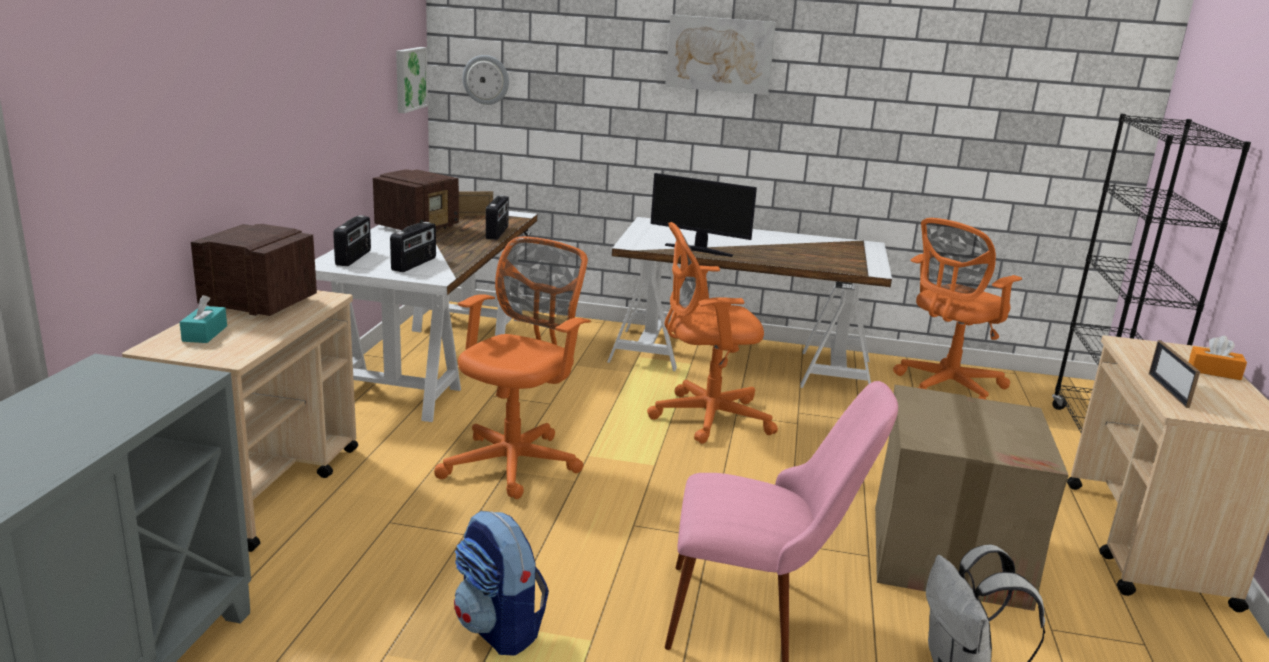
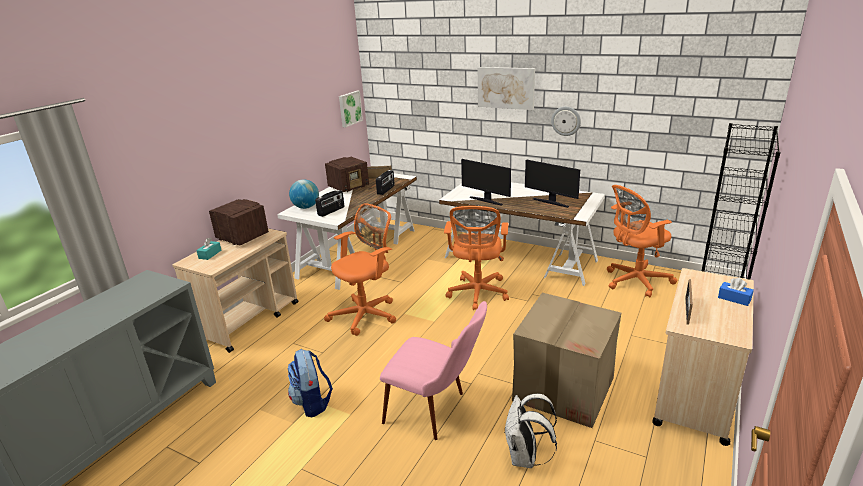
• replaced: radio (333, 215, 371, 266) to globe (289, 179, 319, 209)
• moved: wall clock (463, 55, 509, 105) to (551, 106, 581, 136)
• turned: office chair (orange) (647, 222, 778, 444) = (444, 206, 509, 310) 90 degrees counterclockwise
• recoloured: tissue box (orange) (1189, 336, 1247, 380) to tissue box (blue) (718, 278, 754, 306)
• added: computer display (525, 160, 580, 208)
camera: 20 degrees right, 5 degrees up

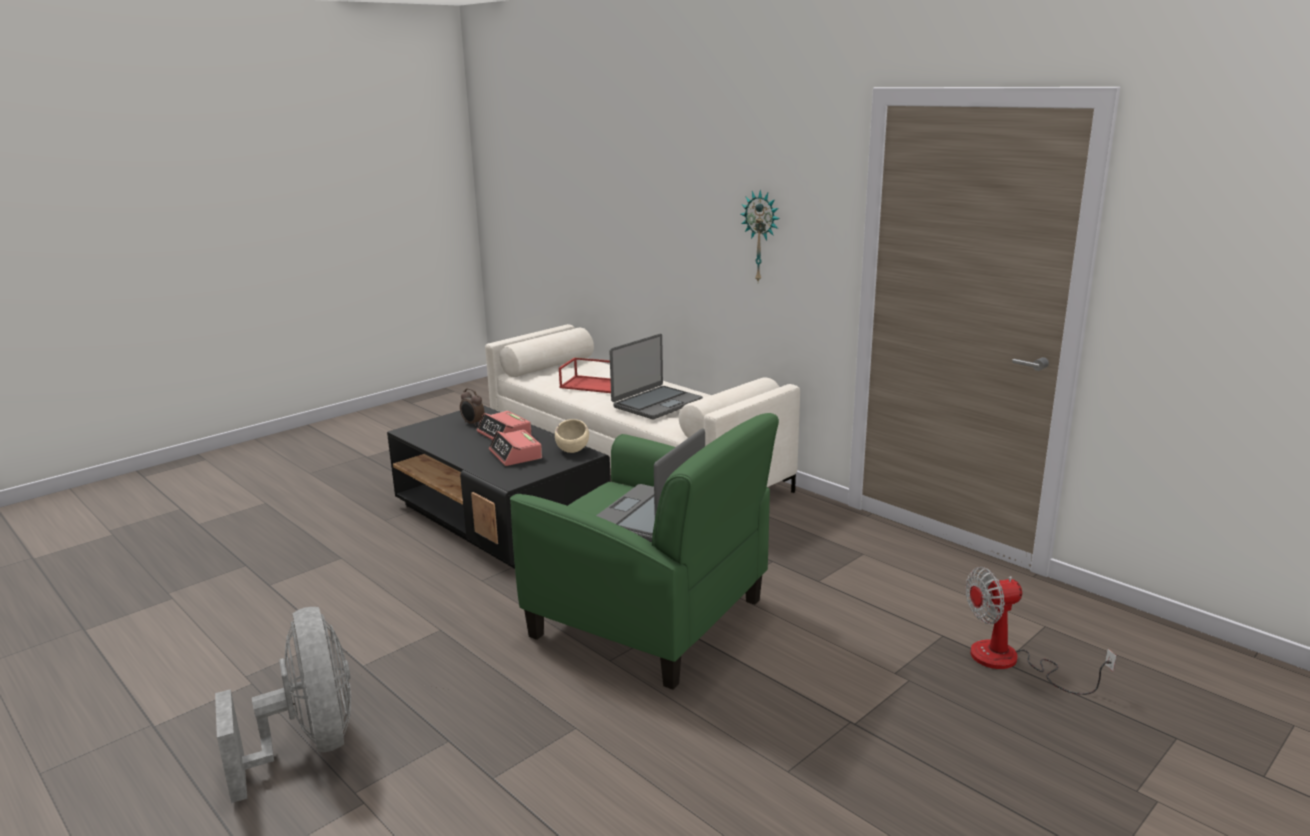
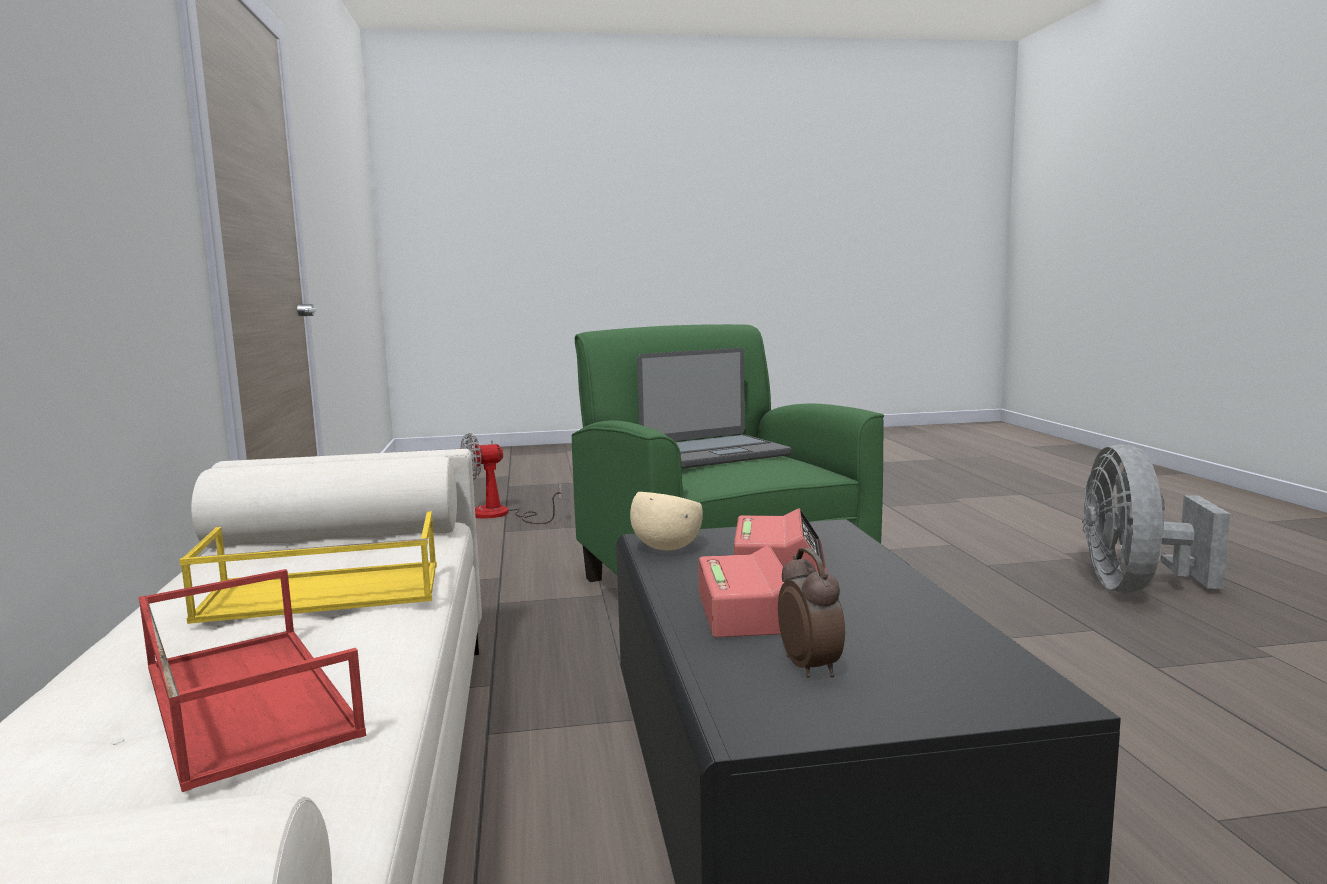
• replaced: notebook computer (609, 334, 703, 419) to carrying tray (yellow-coloured) (179, 511, 437, 624)
• removed: wall clock (741, 189, 780, 282)
• turned: cooling fan (966, 567, 1116, 695) = (461, 433, 562, 524) 135 degrees clockwise
camera: 145 degrees left, 10 degrees down

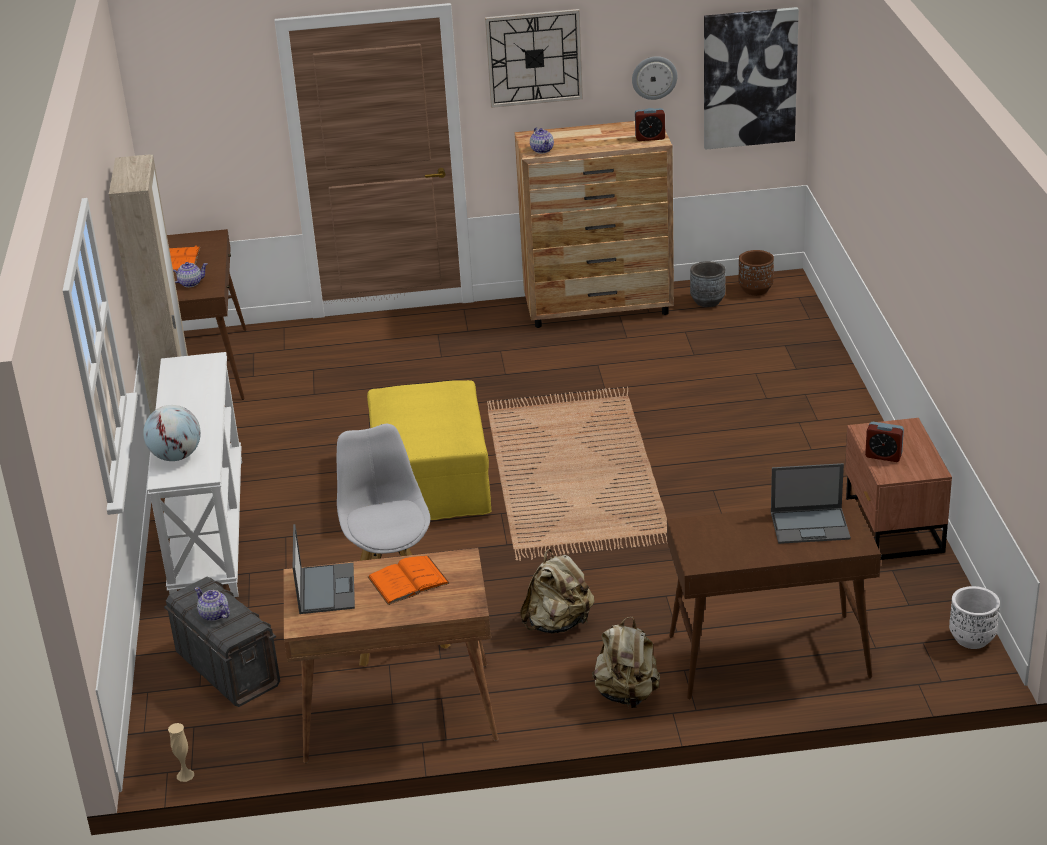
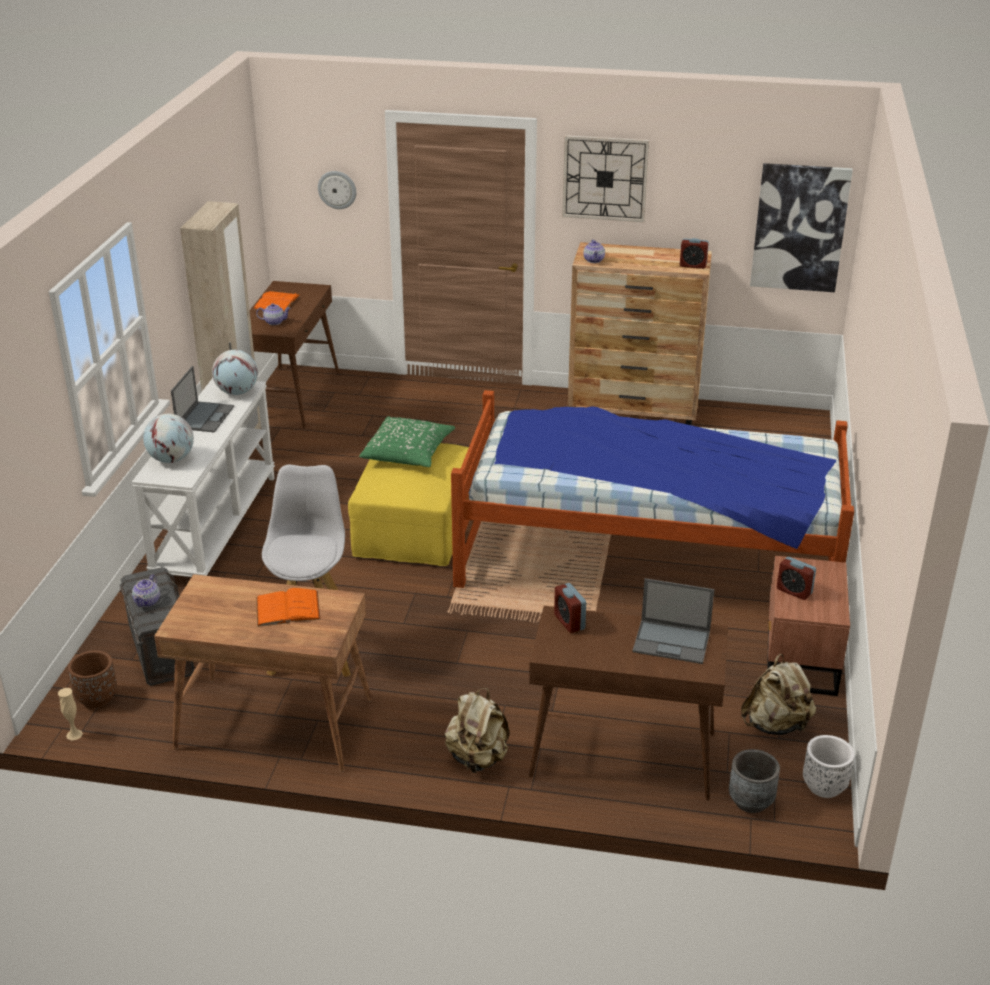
• turned: teapot (194, 587, 230, 621) = (132, 574, 160, 607) 135 degrees counterclockwise
• moved: notebook computer (293, 524, 355, 614) to (171, 366, 234, 433)
• moved: backpack (sand-coloured) (520, 549, 594, 634) to (741, 654, 816, 735)
• moved: wall clock (632, 56, 677, 100) to (318, 171, 356, 209)
• moved: flower pot (greyish) (690, 261, 725, 307) to (729, 749, 780, 813)
• moved: flower pot (brown) (738, 250, 774, 296) to (68, 650, 117, 708)
• added: globe (212, 350, 258, 395)
• added: cushion (green) (359, 416, 455, 467)
• added: sleeping bed (451, 390, 854, 588)
• added: table clock (554, 583, 586, 633)
camera: 15 degrees right, 0 degrees up

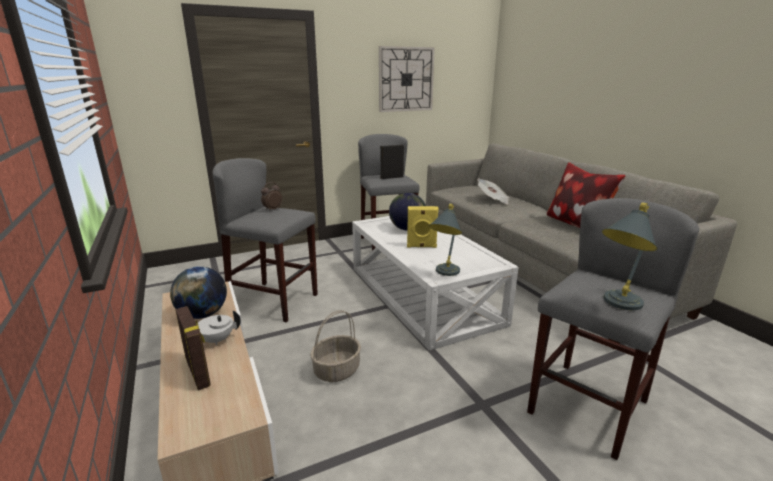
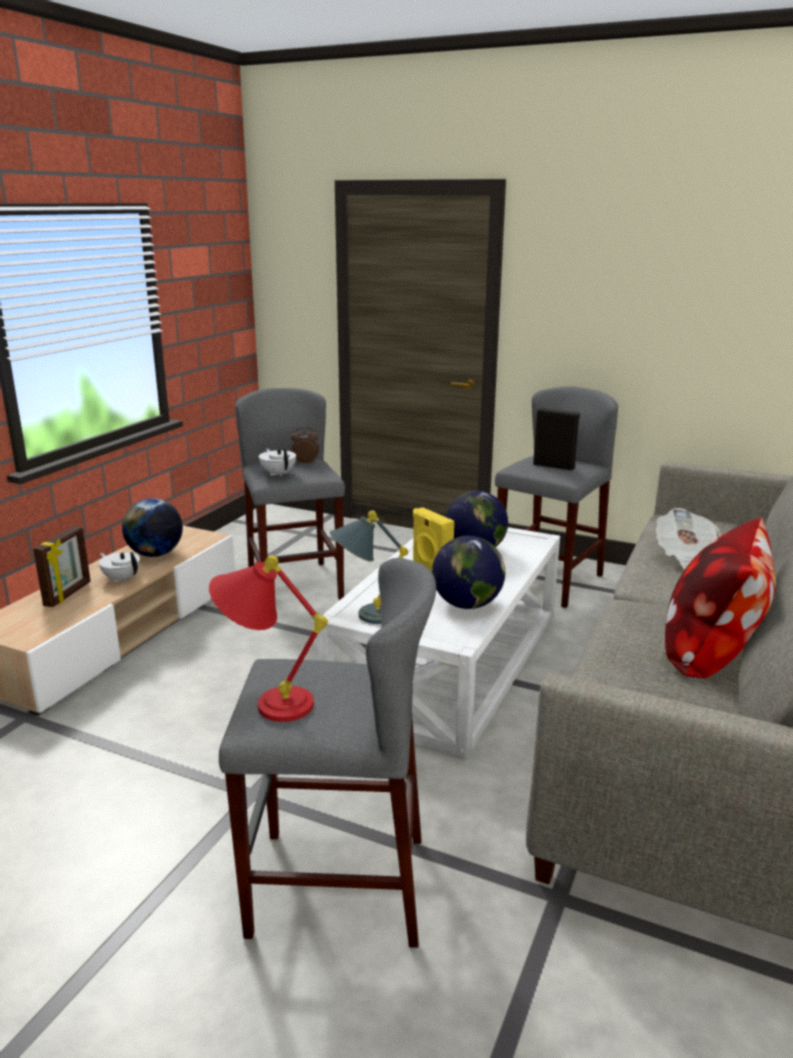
• removed: storage basket (310, 310, 361, 382)
• removed: wall clock (379, 46, 435, 112)
• recoloured: lamp for a table (greyish) (602, 202, 658, 310) to lamp for a table (reddish) (209, 555, 328, 722)
• added: teapot (white-coloured) (259, 447, 296, 477)
• added: globe (432, 536, 505, 609)
camera: 50 degrees right, 0 degrees up

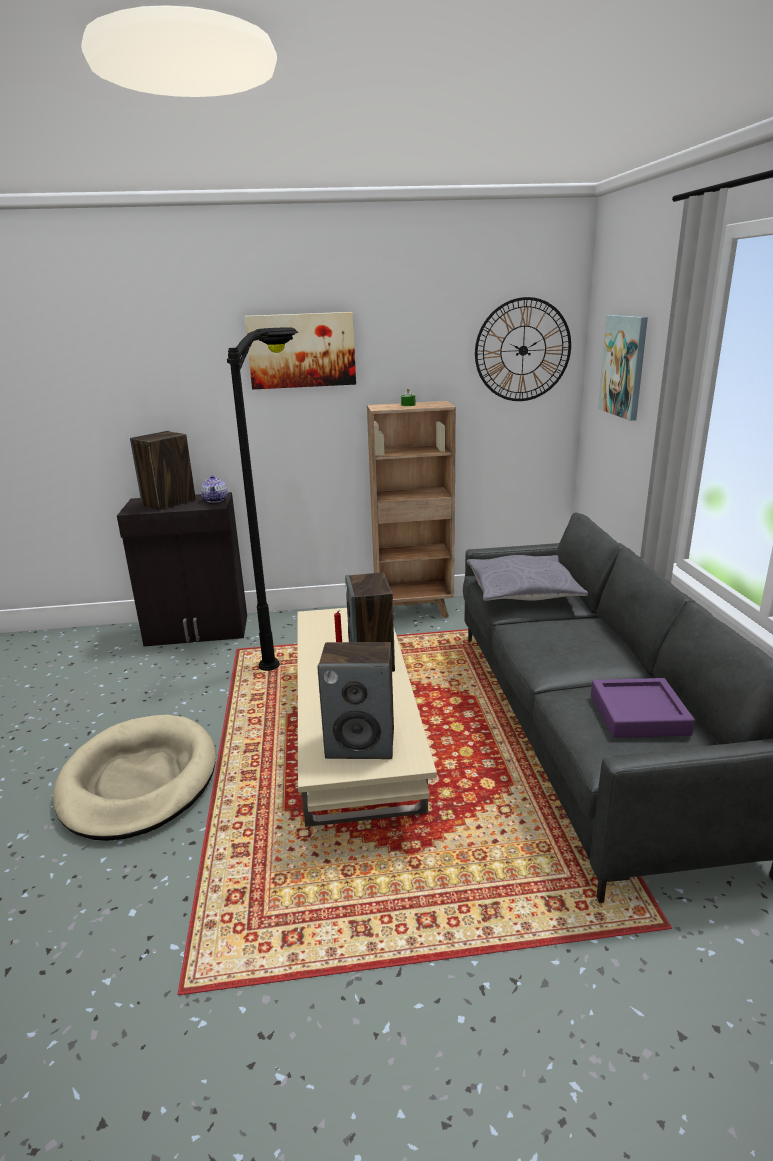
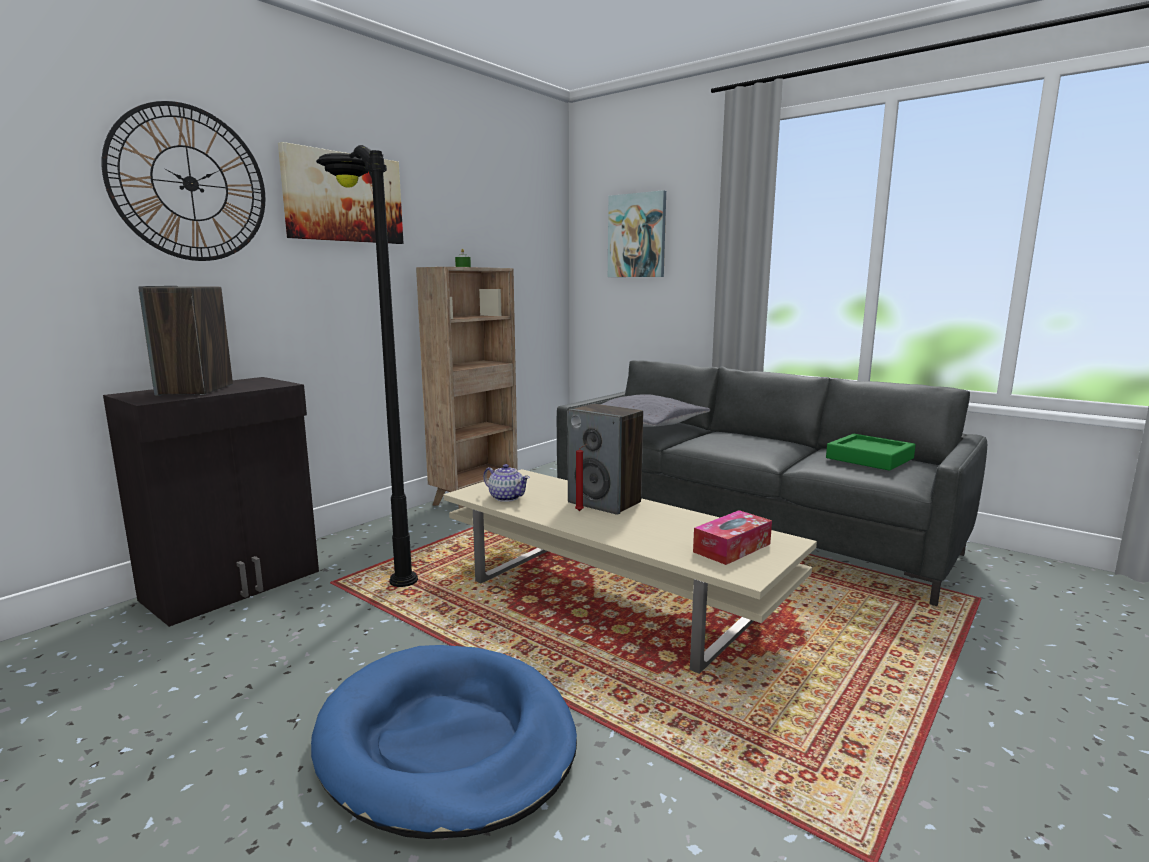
• recoloured: pet bed (sand-coloured) (53, 715, 216, 841) to pet bed (blue) (311, 645, 577, 839)
• moved: teapot (201, 475, 228, 503) to (483, 464, 530, 502)
• replaced: loudspeaker (318, 642, 394, 759) to tissue box (693, 510, 772, 565)
• moved: wall clock (475, 297, 571, 401) to (102, 101, 265, 261)
• recoloured: carrying tray (purple) (591, 678, 695, 738) to carrying tray (green) (826, 434, 916, 471)
camera: 45 degrees left, 10 degrees down

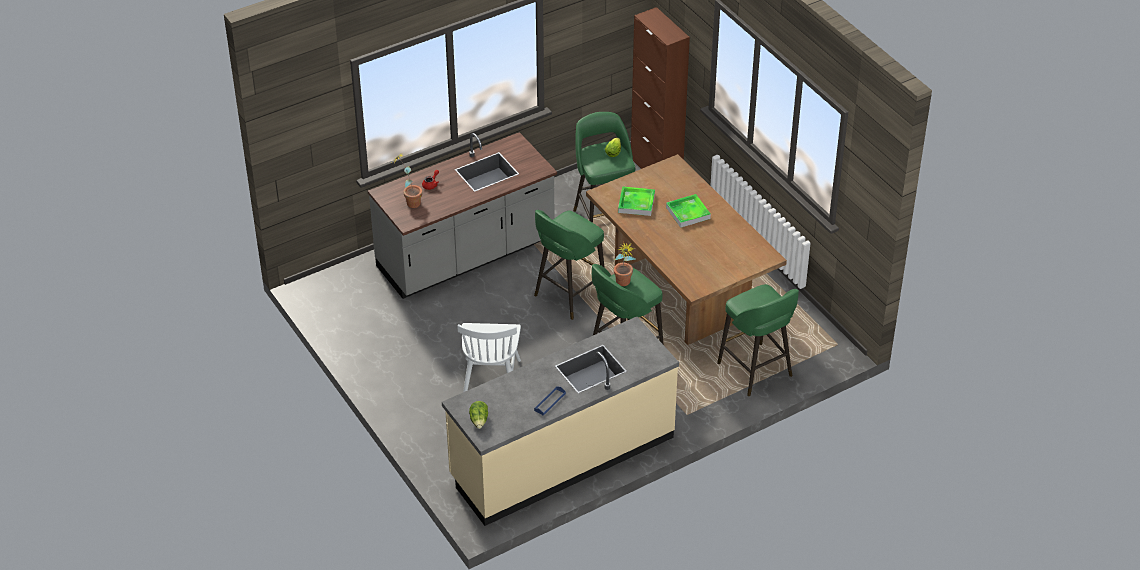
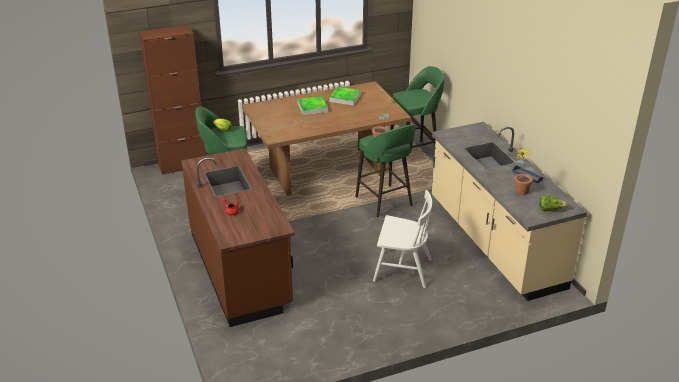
• recoloured: kitchen base unit (greyish) (368, 132, 557, 299) to kitchen base unit (brown) (181, 148, 295, 327)
• moved: potted plant (392, 154, 422, 208) to (515, 147, 535, 195)
• removed: stool (green) (534, 210, 605, 320)
• moved: carrying tray (618, 186, 655, 216) to (330, 87, 361, 106)
camera: 80 degrees left, 10 degrees down

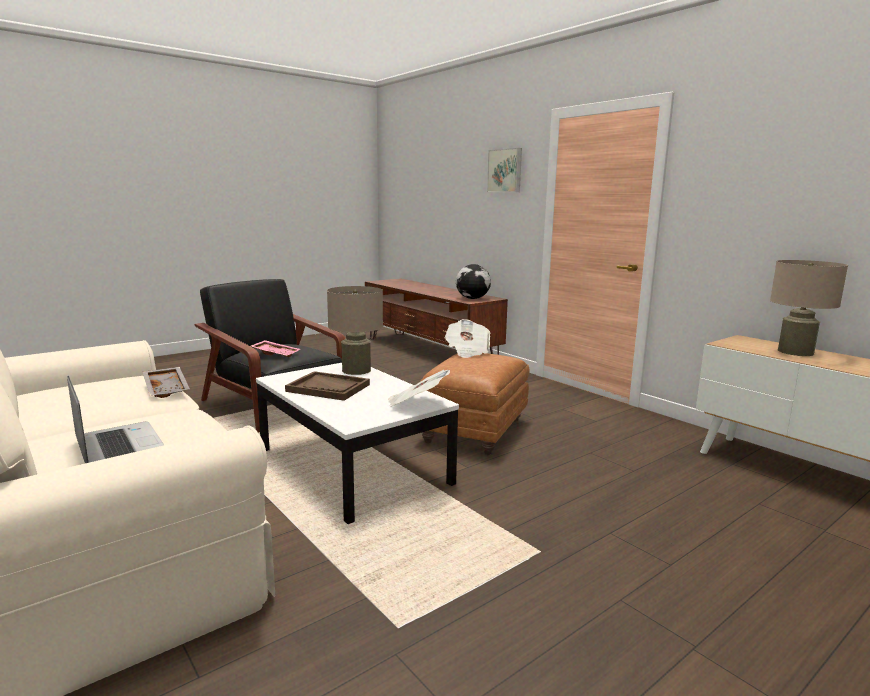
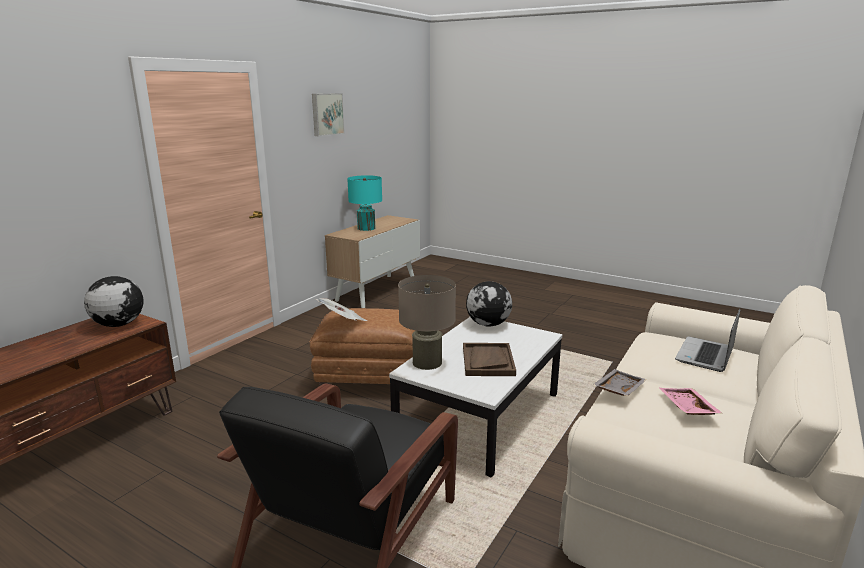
• moved: carrying tray (pink) (251, 340, 300, 357) to (659, 388, 722, 415)
• replaced: newspaper (388, 370, 450, 407) to globe (466, 281, 512, 327)
• moved: wall art (487, 148, 522, 192) to (312, 93, 345, 136)
• recoloured: lamp for a table (sand-coloured) (770, 260, 848, 356) to lamp for a table (blue-green) (347, 175, 382, 231)
camera: 110 degrees left, 5 degrees up

